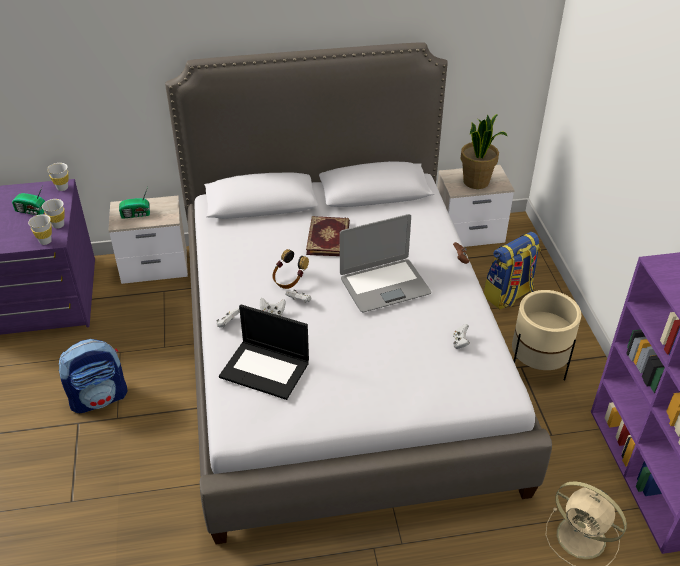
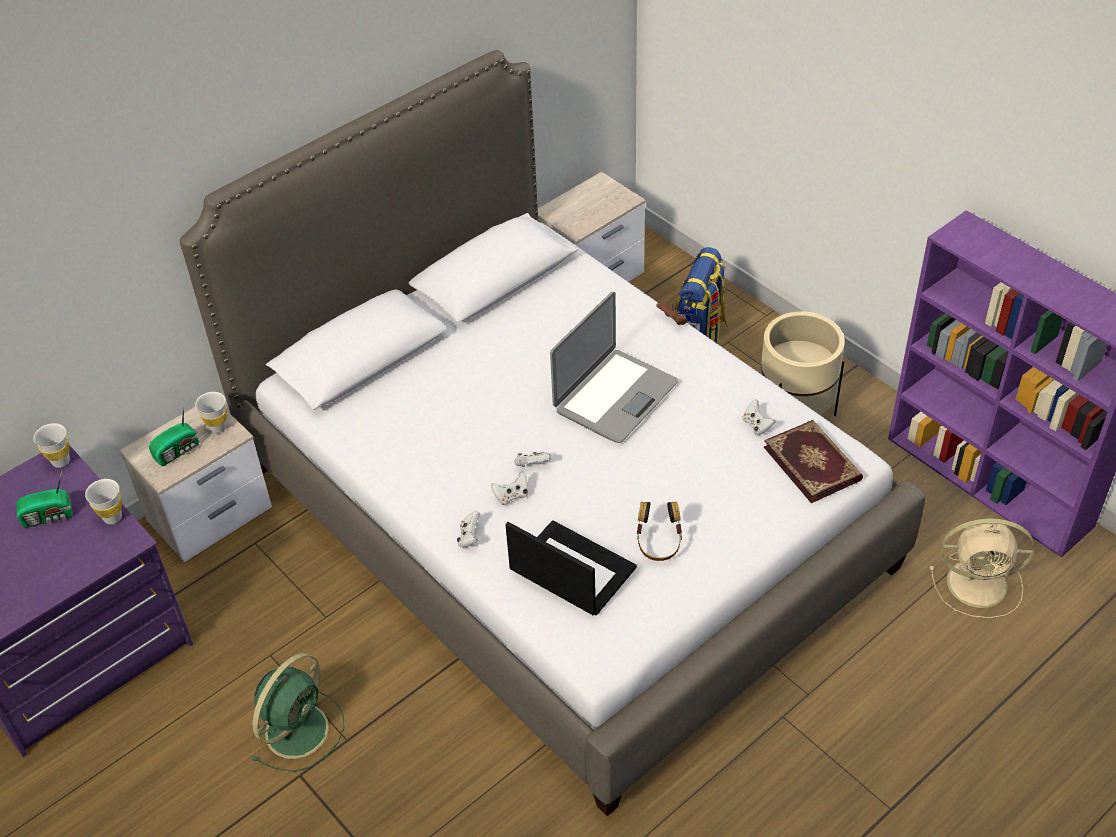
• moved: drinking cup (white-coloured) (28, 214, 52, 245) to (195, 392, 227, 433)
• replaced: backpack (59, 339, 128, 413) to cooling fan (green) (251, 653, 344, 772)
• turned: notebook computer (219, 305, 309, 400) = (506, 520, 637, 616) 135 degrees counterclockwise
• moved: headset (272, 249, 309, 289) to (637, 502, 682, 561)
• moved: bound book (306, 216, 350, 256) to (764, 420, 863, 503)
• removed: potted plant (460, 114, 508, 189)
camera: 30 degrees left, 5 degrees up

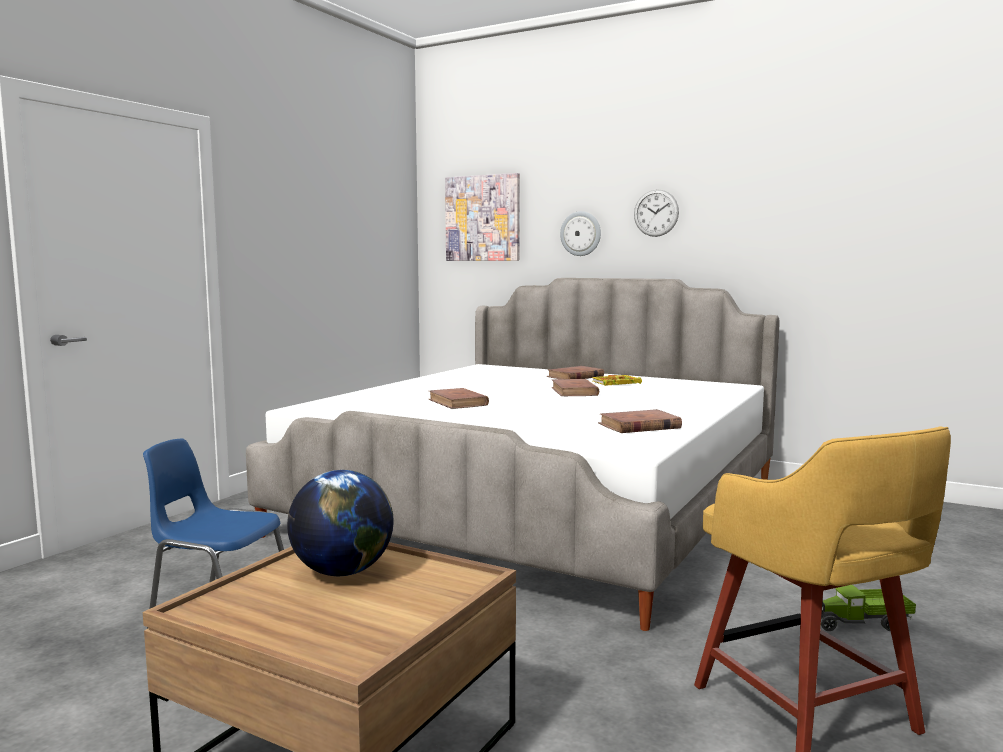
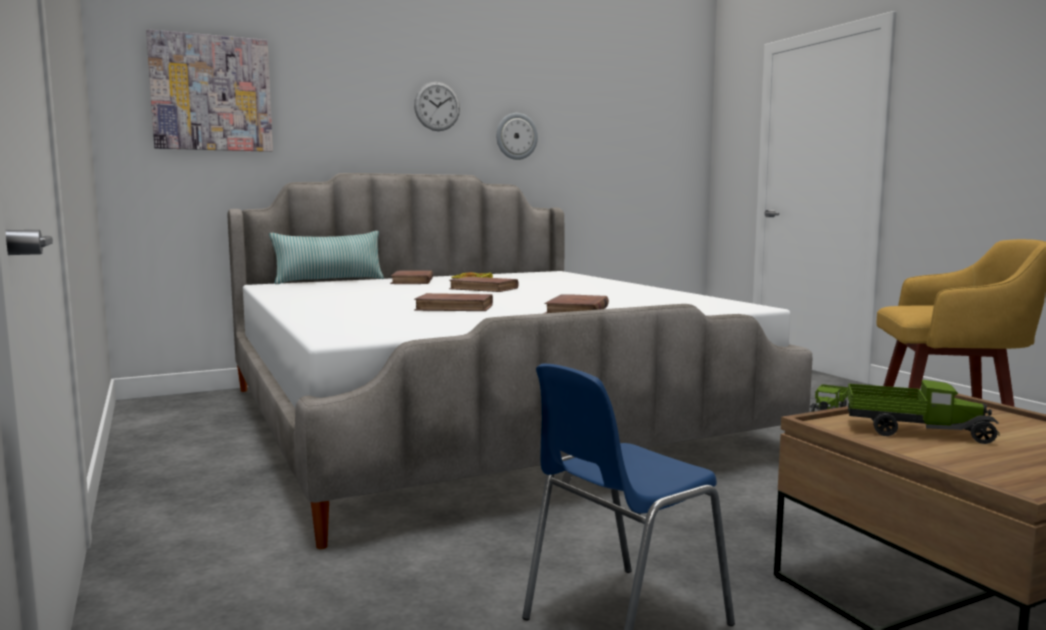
• replaced: globe (287, 470, 394, 576) to toy lorry (847, 380, 1000, 444)
• moved: wall clock (560, 211, 601, 256) to (496, 113, 538, 160)
• moved: bound book (brown) (598, 409, 682, 433) to (545, 294, 609, 313)
• added: cushion (270, 231, 384, 284)
camera: 55 degrees left, 0 degrees up

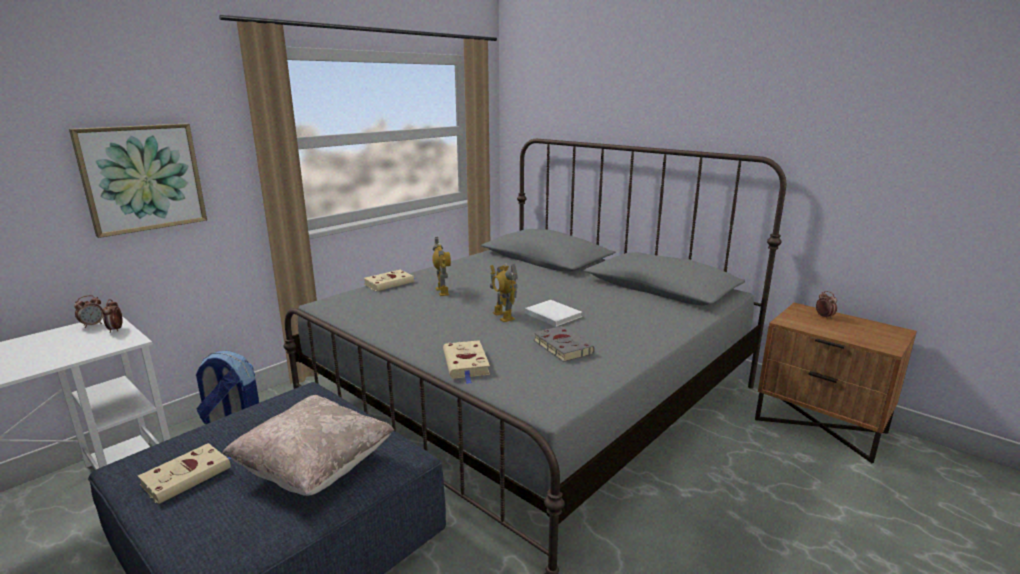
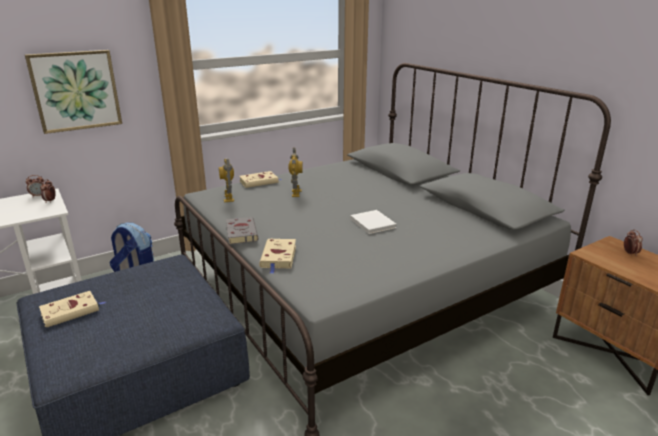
• removed: cushion (sand-coloured) (222, 395, 394, 496)
• moved: robot figure (490, 264, 518, 322) to (219, 159, 234, 202)
• moved: bound book (greyish) (534, 326, 595, 362) to (226, 217, 258, 244)
camera: 15 degrees right, 5 degrees up

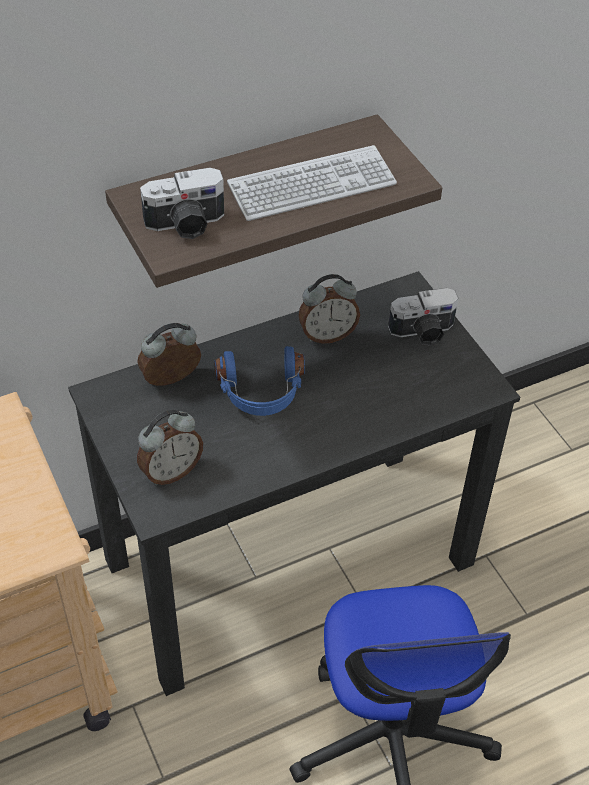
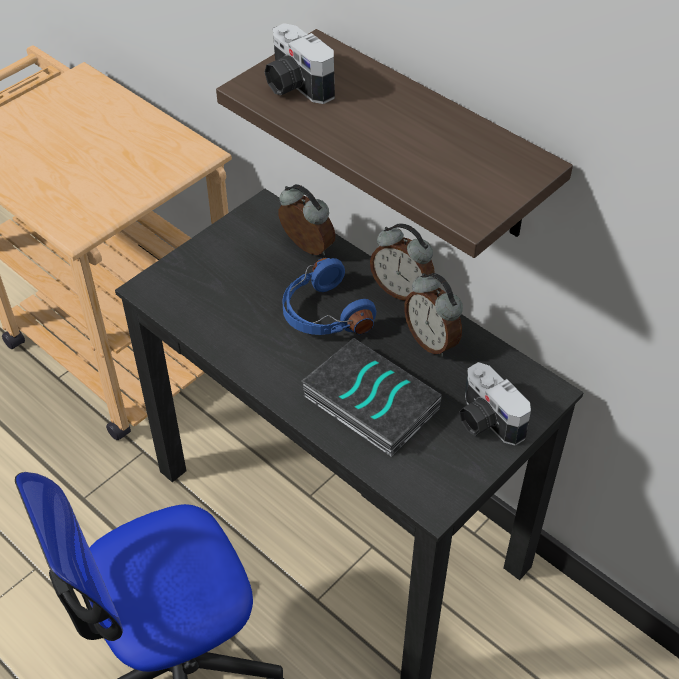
• moved: table clock (137, 410, 203, 485) to (370, 223, 434, 301)
• removed: keyboard (227, 145, 397, 221)
• added: bound book (301, 338, 442, 457)
camera: 70 degrees right, 0 degrees up

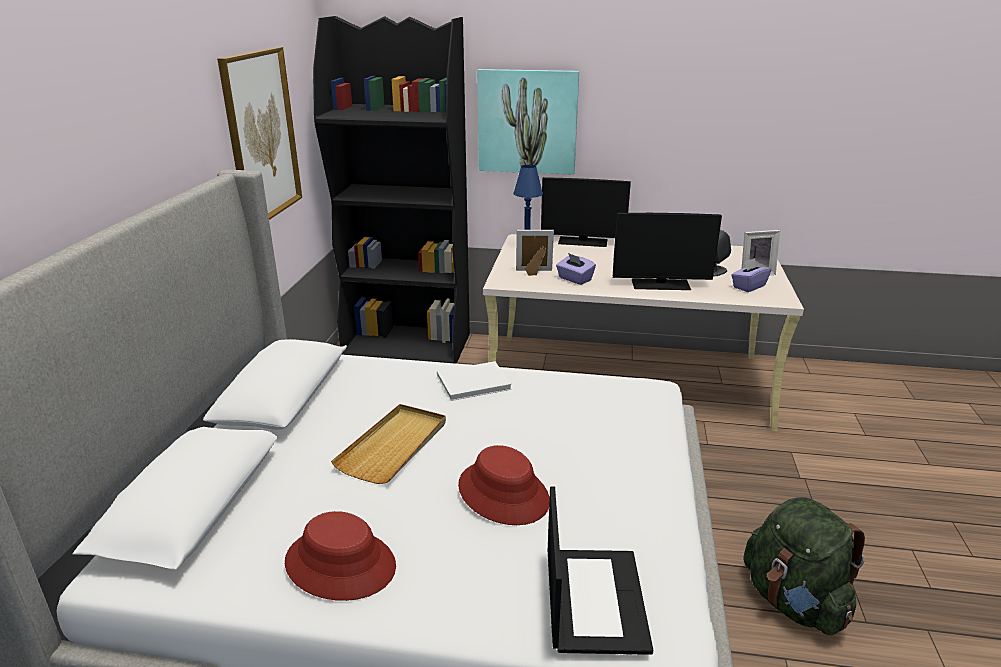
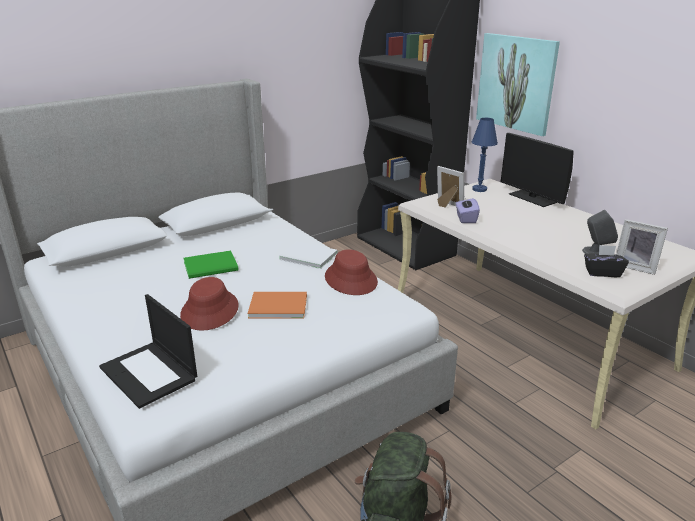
• removed: wall art (217, 47, 302, 220)
• moved: wearable hat (reddish) (285, 511, 396, 601) to (325, 249, 378, 295)
• replaced: carrying tray (sand-coloured) (331, 404, 446, 484) to bound book (green) (183, 250, 239, 279)
• turned: notebook computer (548, 486, 653, 655) = (99, 294, 197, 409) 90 degrees clockwise
• removed: computer display (613, 213, 722, 290)
• recoloured: tissue box (purple) (731, 258, 771, 292) to tissue box (black-coloured) (584, 245, 629, 277)
• added: bound book (orange) (248, 292, 307, 319)
camera: 45 degrees right, 0 degrees up

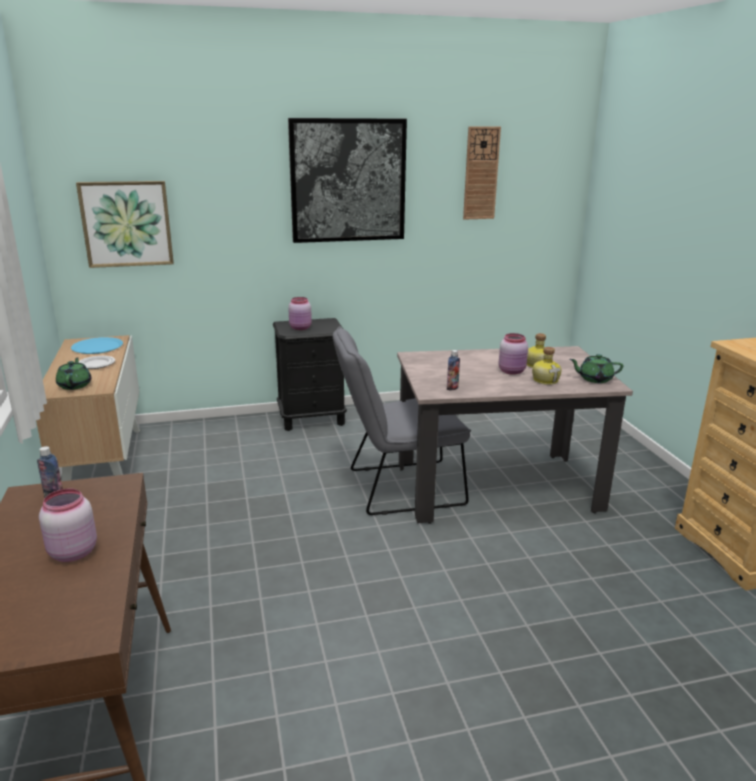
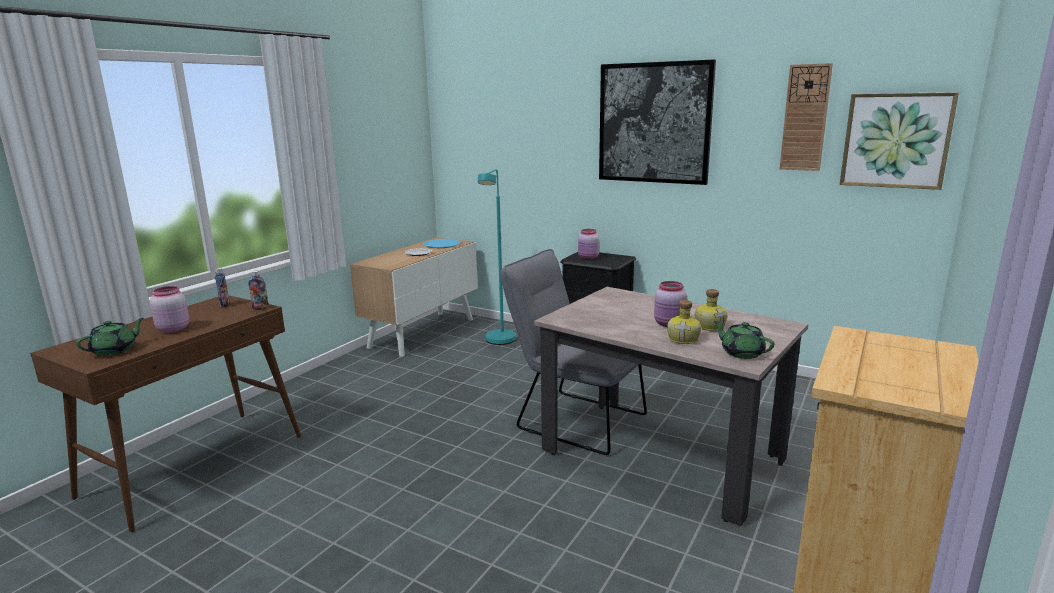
• moved: teapot (green) (56, 357, 92, 390) to (76, 318, 144, 356)
• moved: wall art (76, 181, 174, 268) to (840, 92, 959, 190)
• moved: beverage bottle (447, 350, 460, 391) to (248, 271, 269, 310)
• added: standing lamp (blue-green) (478, 169, 516, 345)
camera: 45 degrees right, 5 degrees down

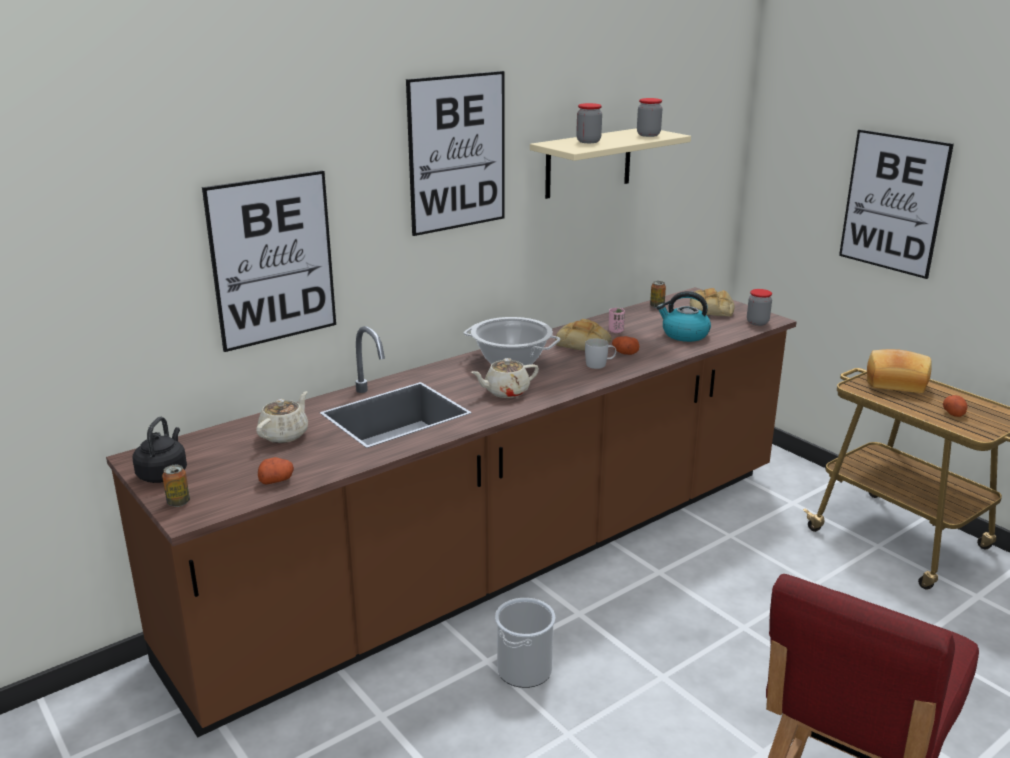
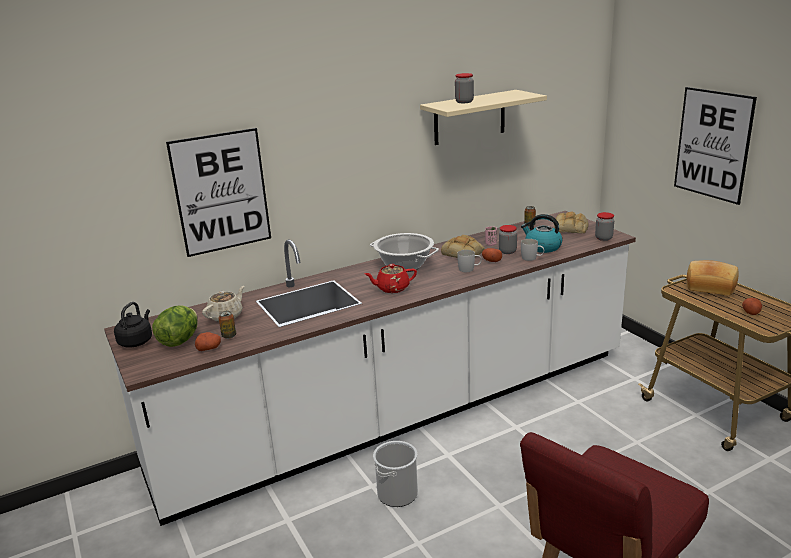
• recoloured: kitchen base unit (brown) (106, 287, 797, 738) to kitchen base unit (white-coloured) (104, 211, 636, 526)
• moved: can (162, 465, 190, 507) to (218, 311, 236, 339)
• removed: wall art (406, 71, 504, 236)
• recoloured: teapot (sand-coloured) (471, 358, 539, 398) to teapot (reddish) (364, 264, 417, 293)
• moved: jar (637, 98, 663, 137) to (499, 225, 517, 254)
• added: head of lettuce (152, 305, 197, 347)
• added: coffee mug (white-coloured) (521, 239, 544, 261)
camera: 10 degrees right, 0 degrees up

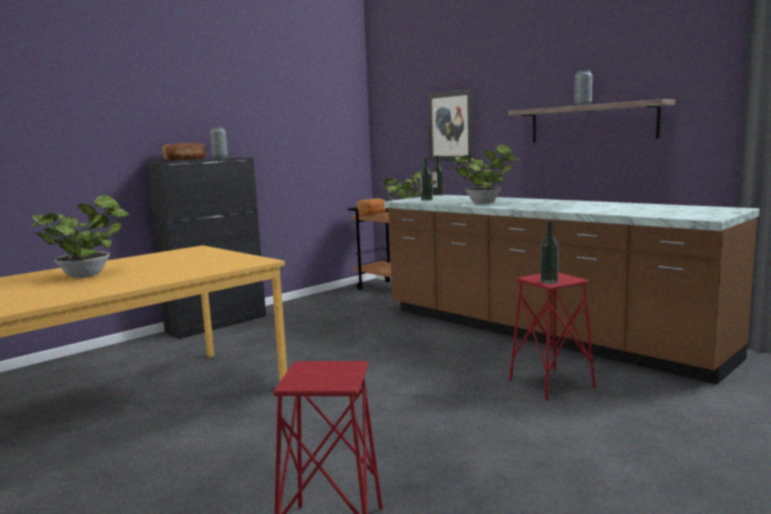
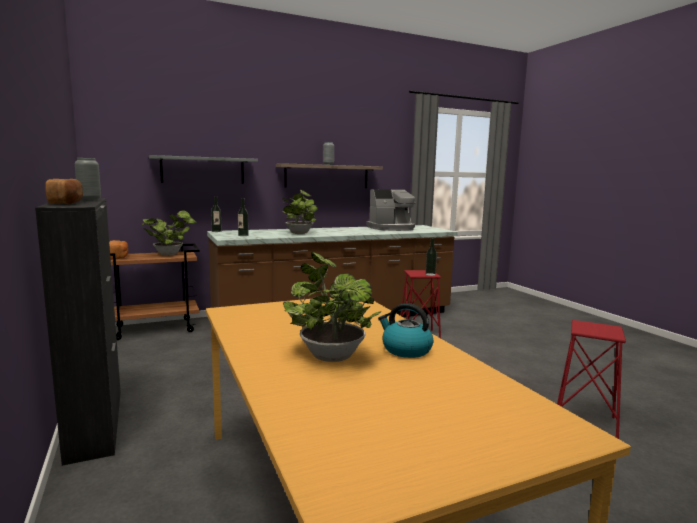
• replaced: wall art (427, 89, 474, 161) to bracket shelf (greyish) (149, 155, 258, 184)
• added: coffee brewer (366, 189, 416, 231)
• added: kettle (378, 303, 433, 358)
camera: 70 degrees left, 0 degrees up

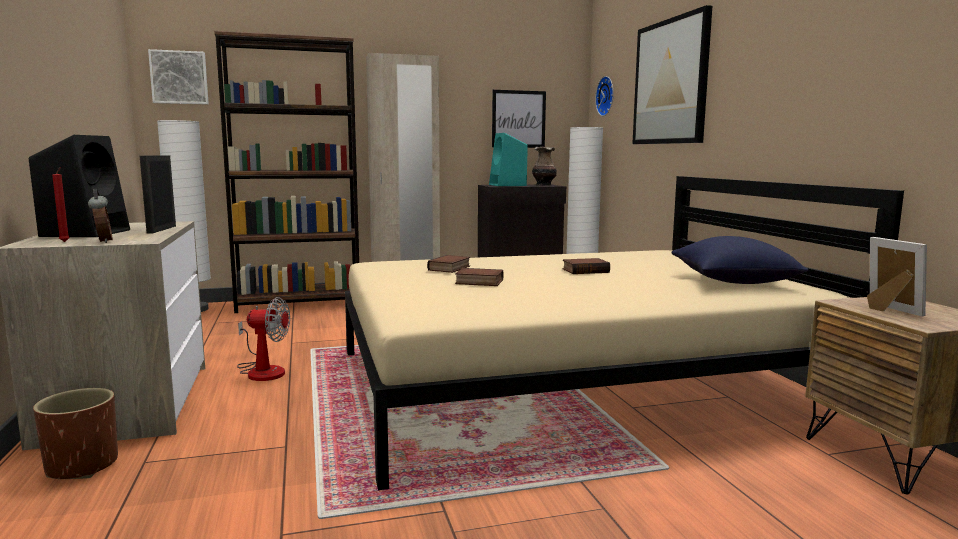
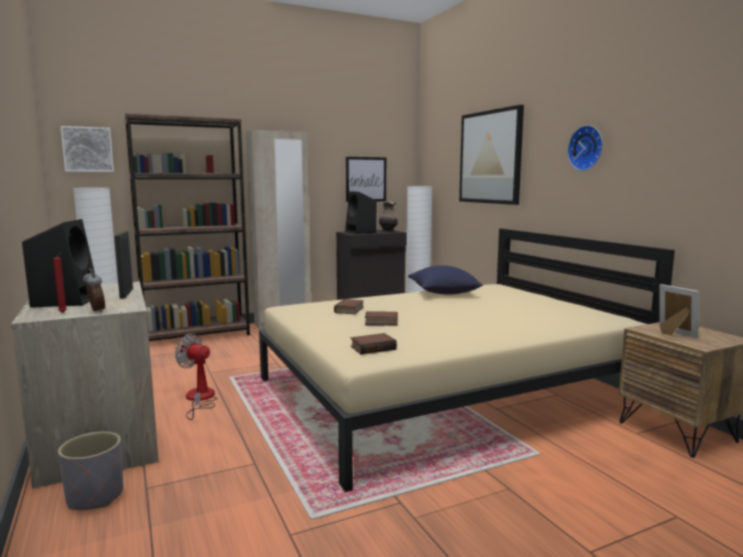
• recoloured: flower pot (brown) (33, 388, 118, 479) to flower pot (greyish) (58, 431, 123, 510)
• turned: cooling fan (237, 297, 290, 381) = (175, 334, 217, 420) 150 degrees counterclockwise
• recoloured: loudspeaker (blue-green) (489, 133, 528, 186) to loudspeaker (black-coloured) (345, 191, 377, 234)
• moved: bound book (562, 258, 610, 274) to (351, 333, 397, 355)
• moved: wall clock (595, 76, 614, 116) to (567, 125, 603, 171)
• moved: cushion (blue) (671, 236, 809, 284) to (408, 265, 483, 295)
camera: 10 degrees left, 0 degrees up

